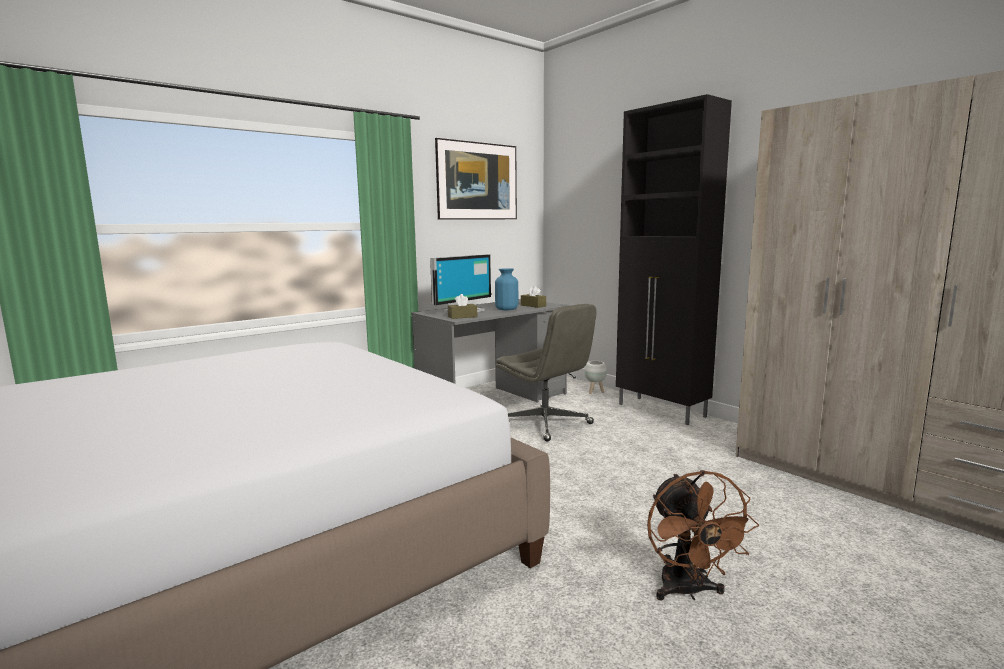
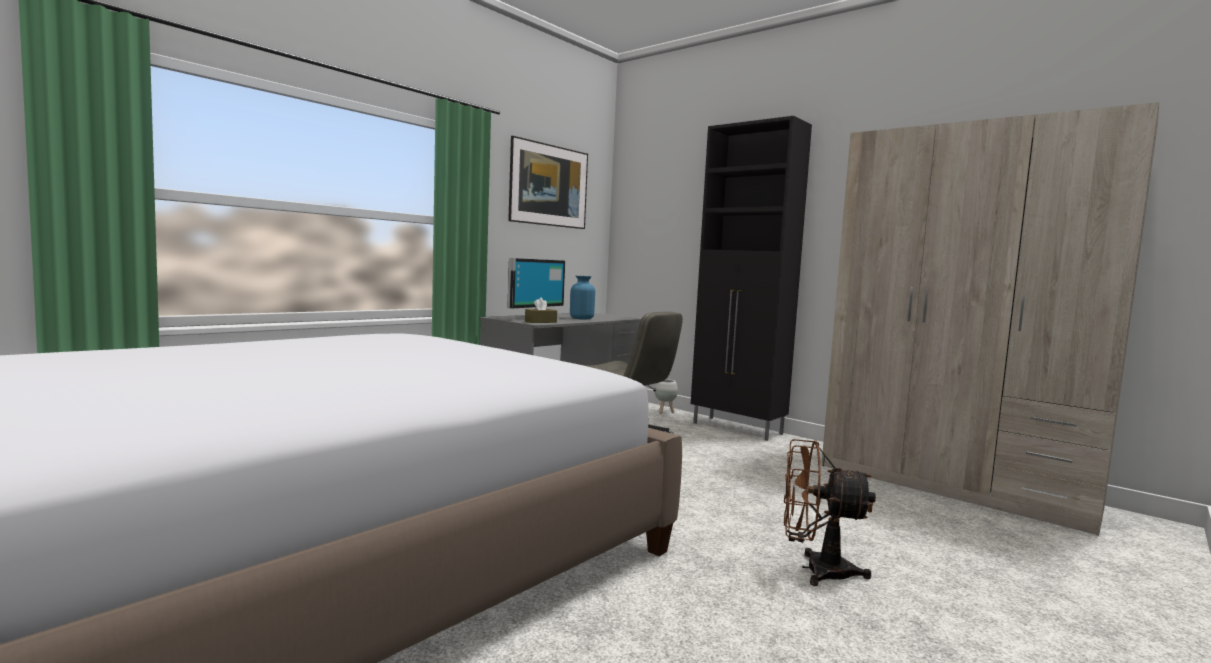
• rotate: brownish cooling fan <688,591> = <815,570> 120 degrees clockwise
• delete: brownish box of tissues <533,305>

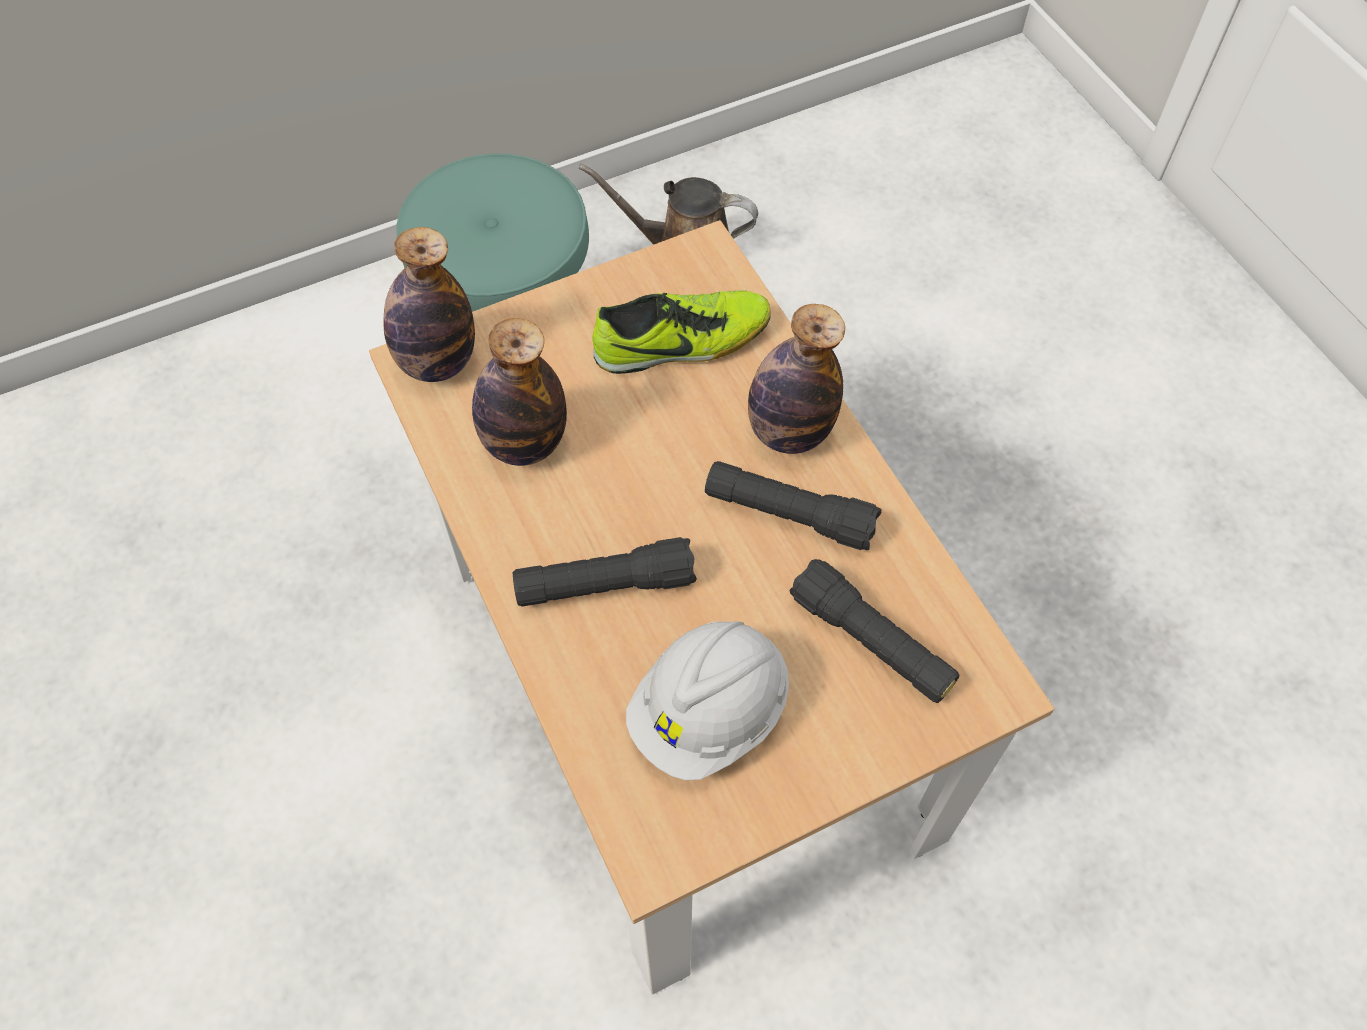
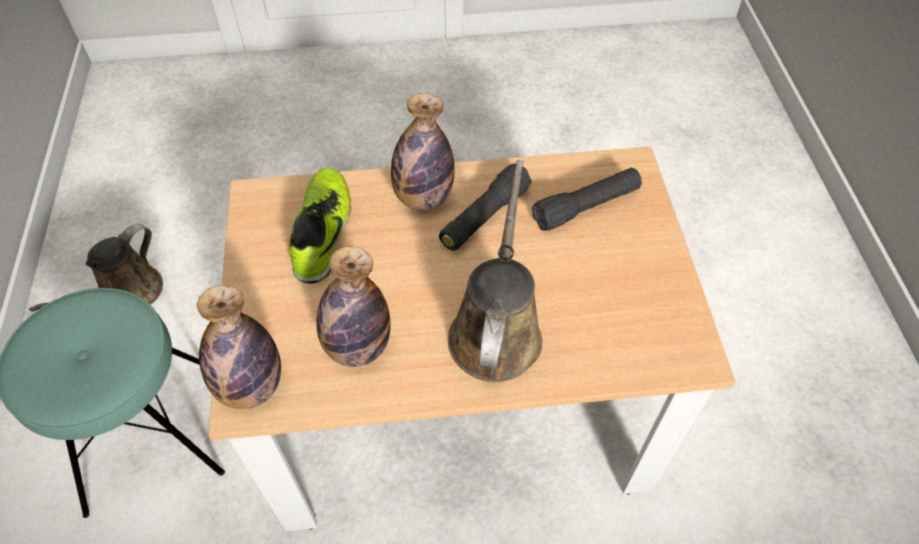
• replace: black-coloured hand torch <605,585> to brownish sprinkling can <496,330>
• delete: white-coloured safety helmet <709,713>

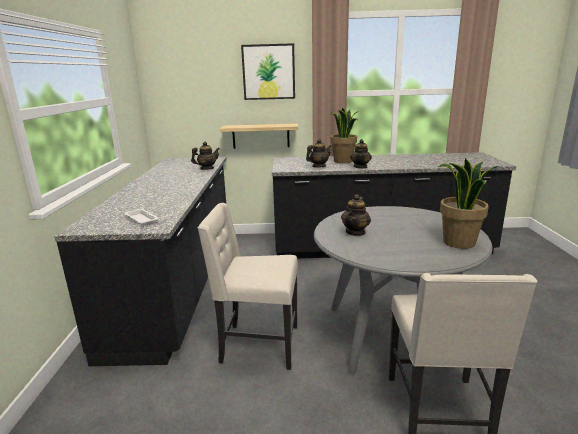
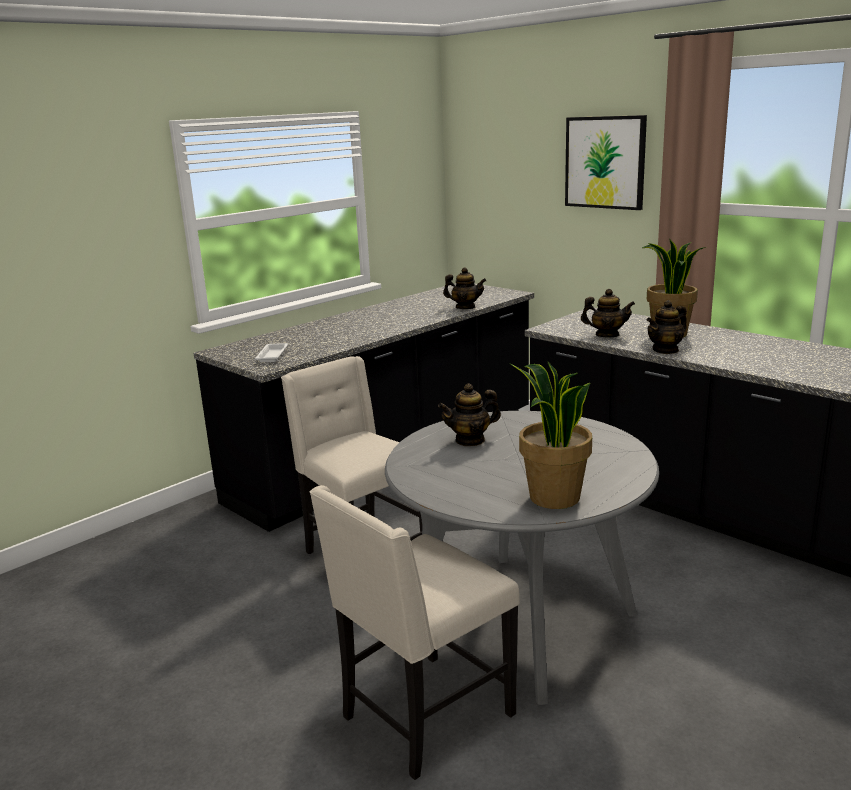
• delete: shelf <261,136>

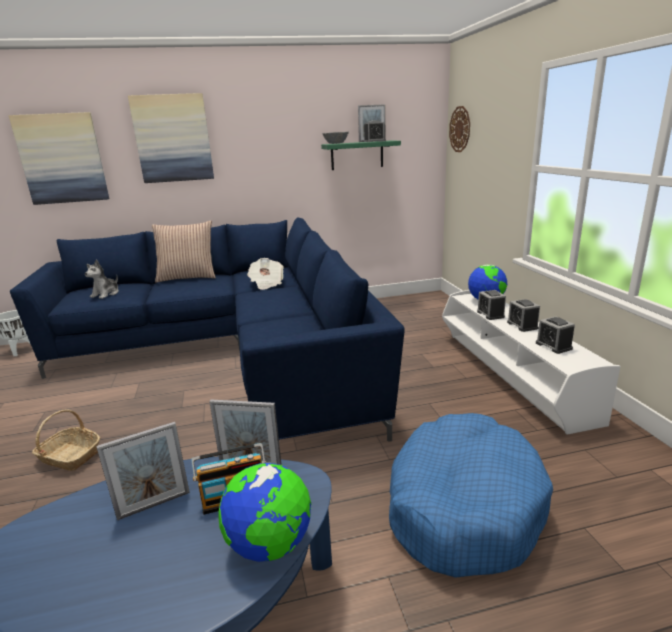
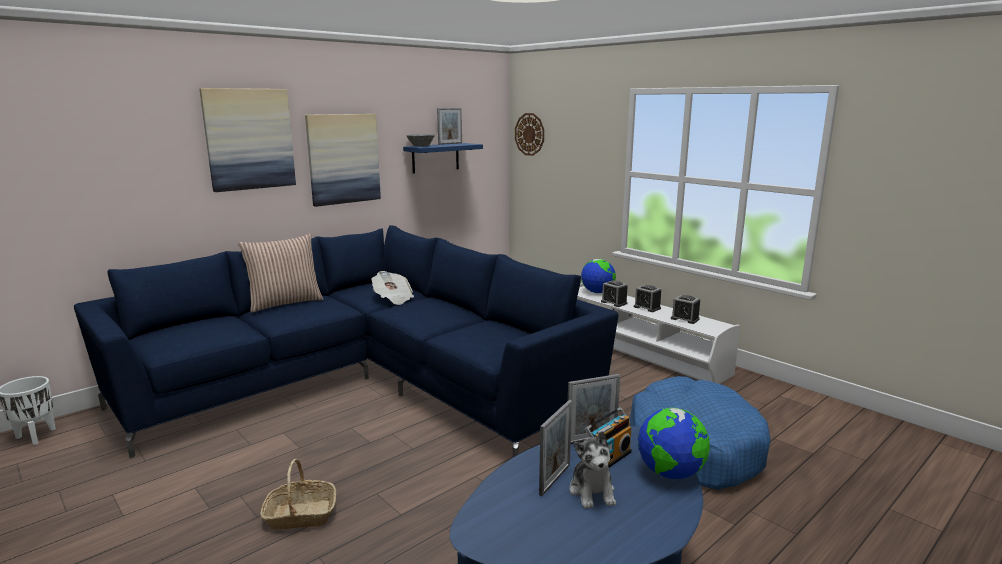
• move: wall art <62,159> to <343,159>
• recolor: greenish shelf <357,155> to bluish shelf <435,158>
• move: plush toy <106,294> to <592,491>
• delete: bedside clock <374,141>

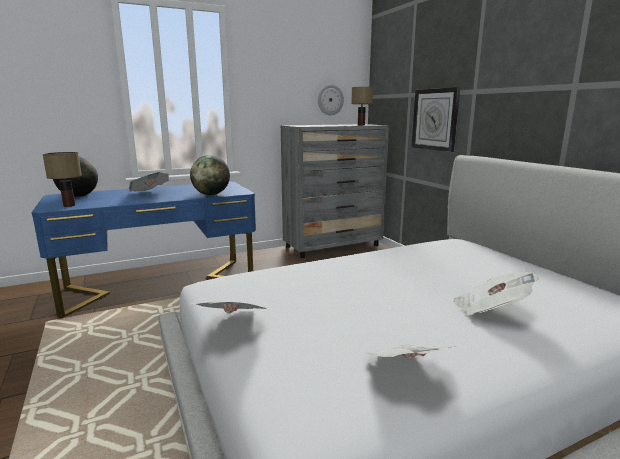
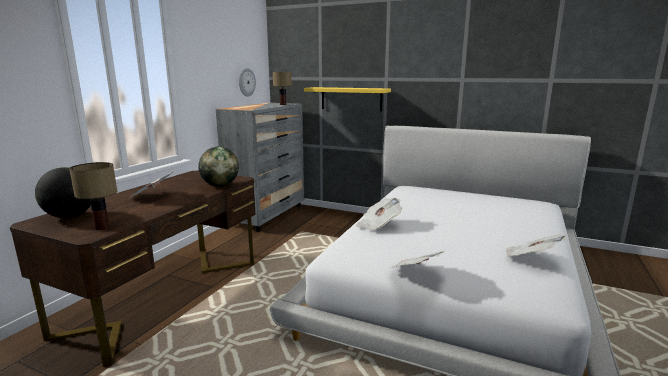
• recolor: bluish desk table <160,285> to brownish desk table <166,295>
• replace: wall clock <435,119> to yellow shelf <351,99>
• move: printed paper <490,309> to <378,225>

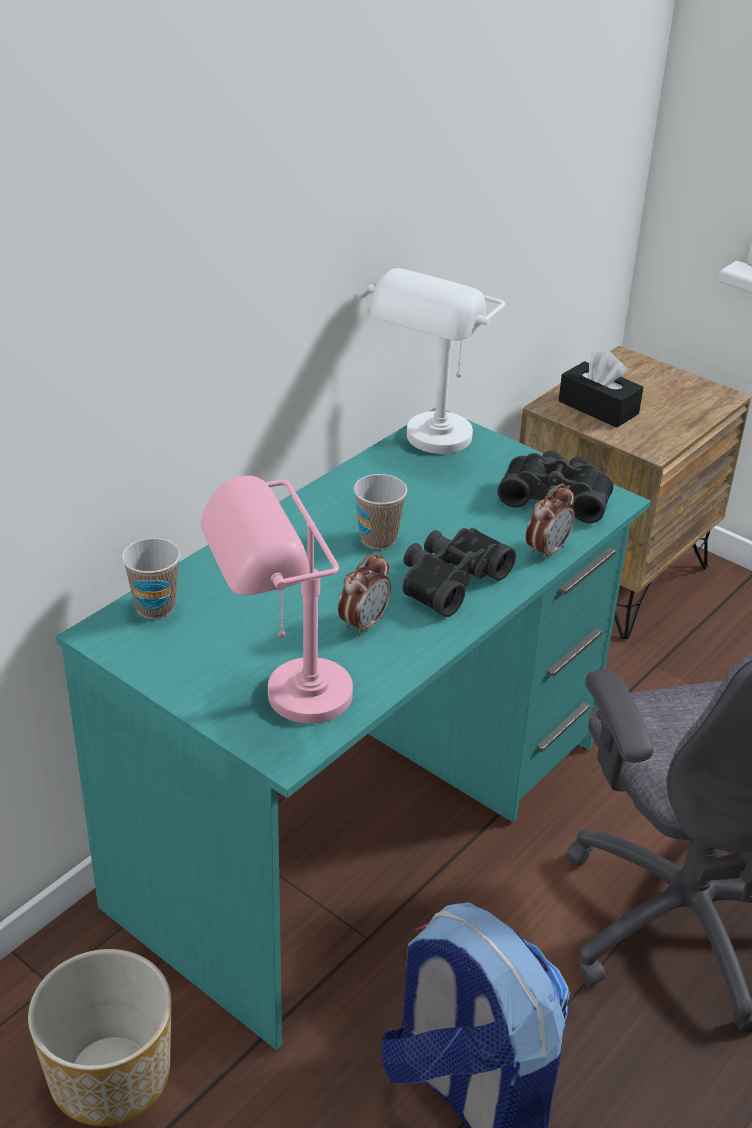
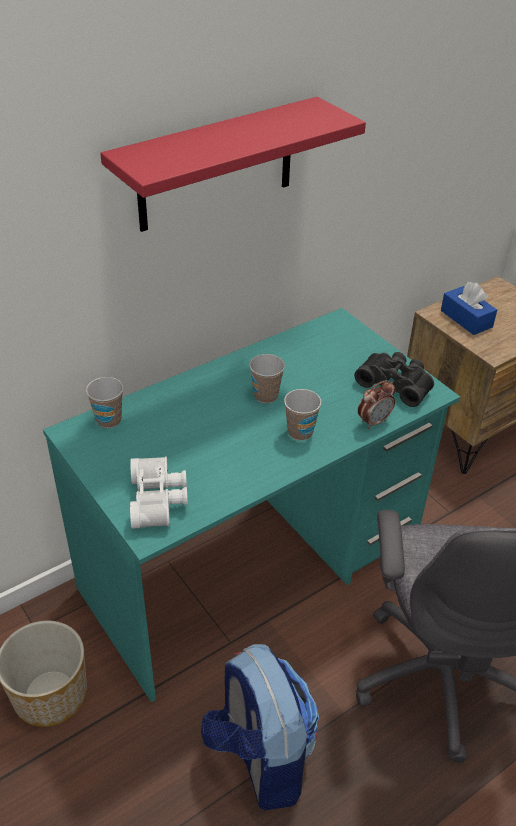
• insert: red-coloured shelf <216,165>
• replace: pink table lamp <282,703> to white-coloured pair of binoculars <159,499>
• replace: black-coloured pair of binoculars <449,580> to drinking cup <300,432>
• recolor: black-coloured box of tissues <598,407> to bluish box of tissues <466,319>
• delete: bedside clock <364,624>
• delete: white-coloured table lamp <430,447>

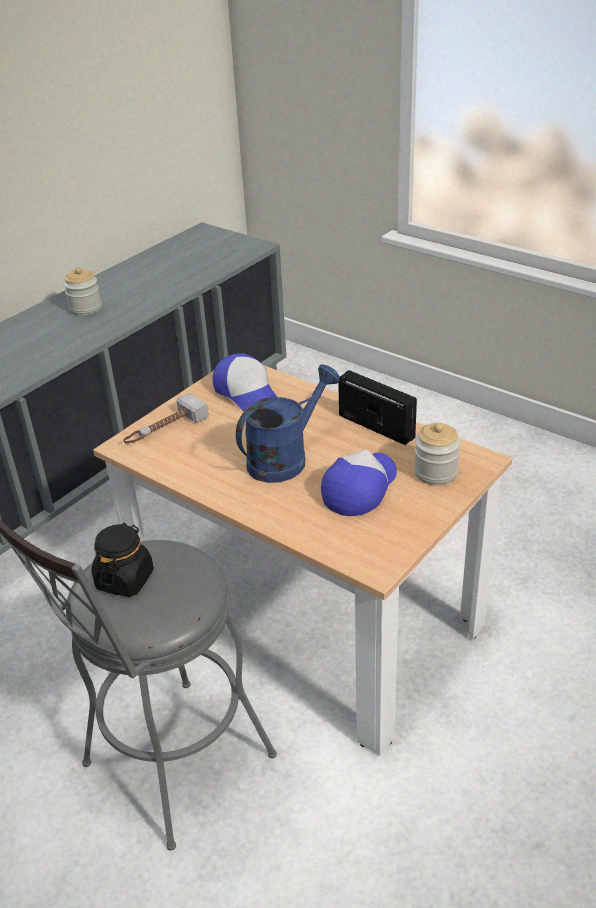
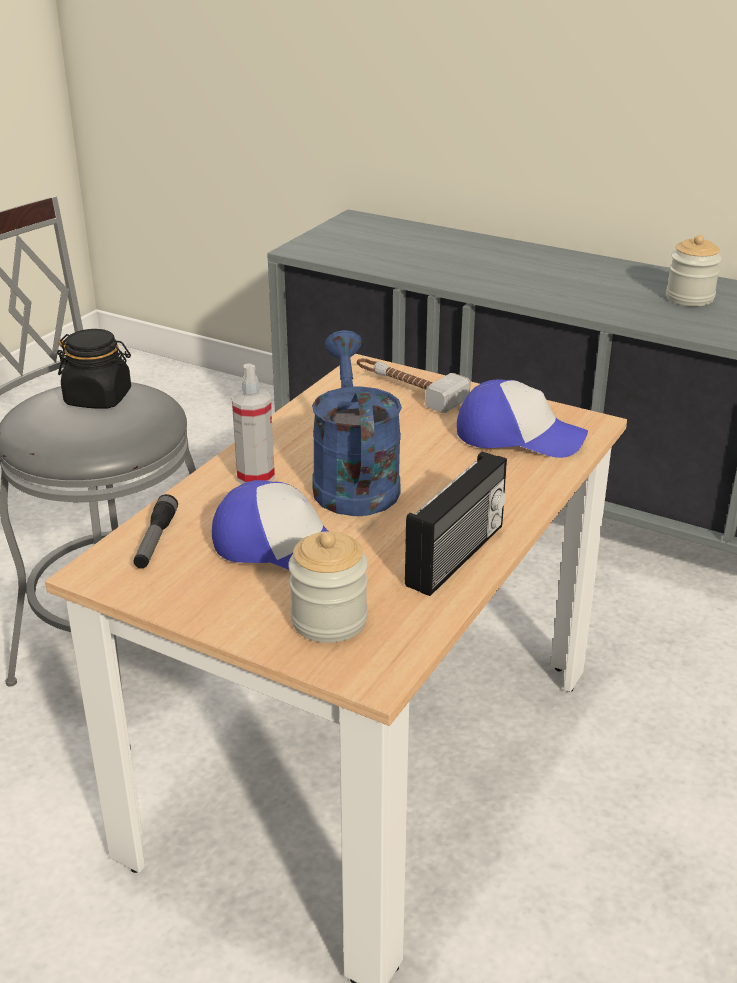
• insert: hand torch <155,541>
• insert: sprayer <255,477>
• rotate: bluish sprinkling can <285,458> = <353,480> 135 degrees counterclockwise
• rotate: baseball cap <247,393> = <518,436> 120 degrees counterclockwise

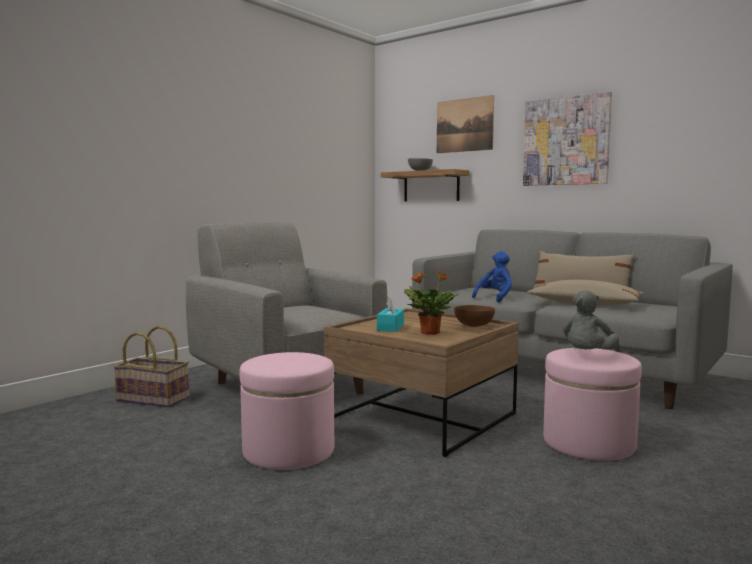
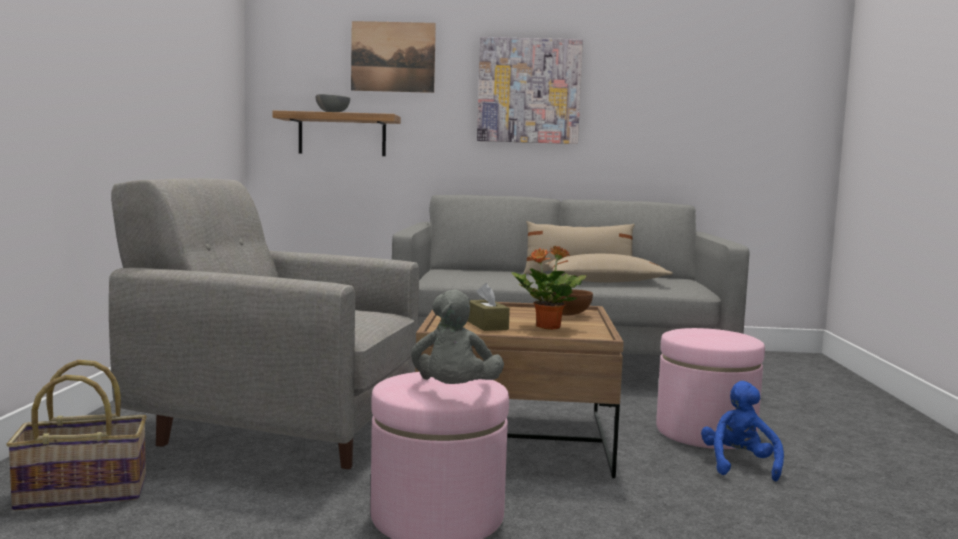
• move: gray plush toy <588,356> to <454,393>
• recolor: turquoise box of tissues <390,327> to brownish box of tissues <487,325>
• move: bluish plush toy <495,298> to <739,465>

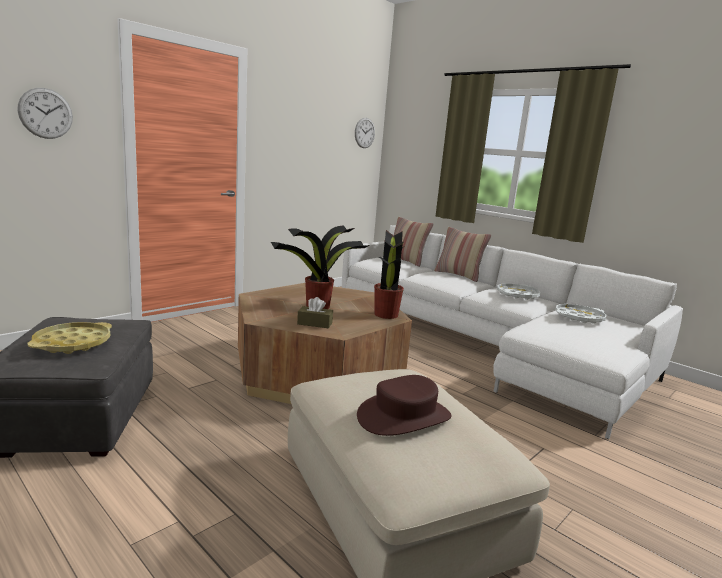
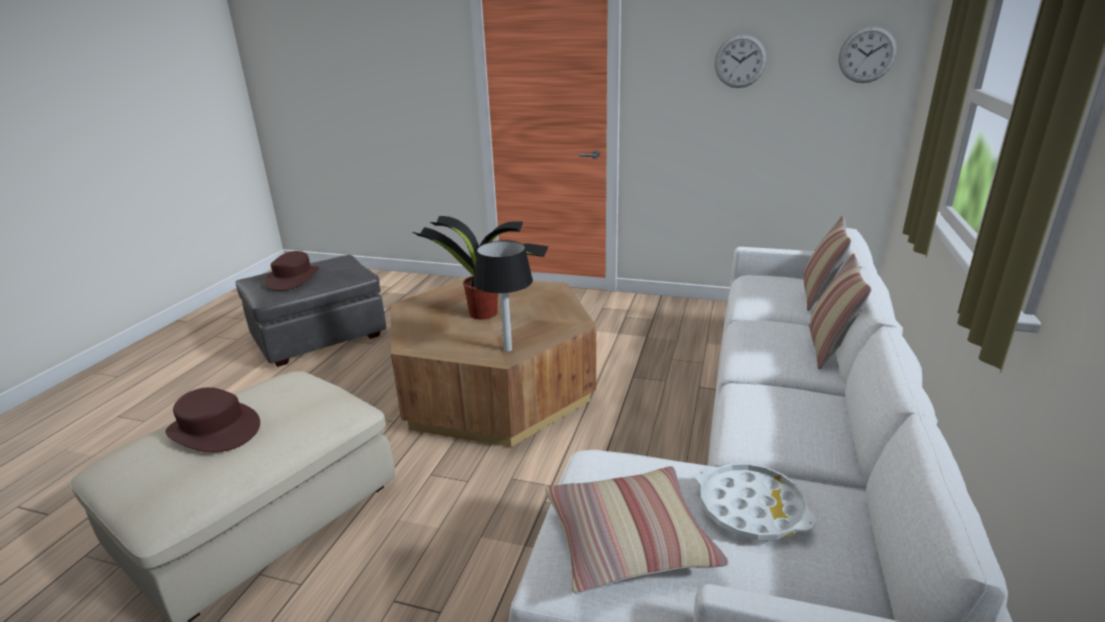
• replace: yellow tray <73,343> to brownish hat <293,278>
• replace: potted plant <386,314> to table lamp <507,350>
• insert: throw pillow <628,539>
• move: wall clock <45,113> to <740,61>
• delete: brownish box of tissues <314,323>
• delete: white-coloured tray <517,295>

